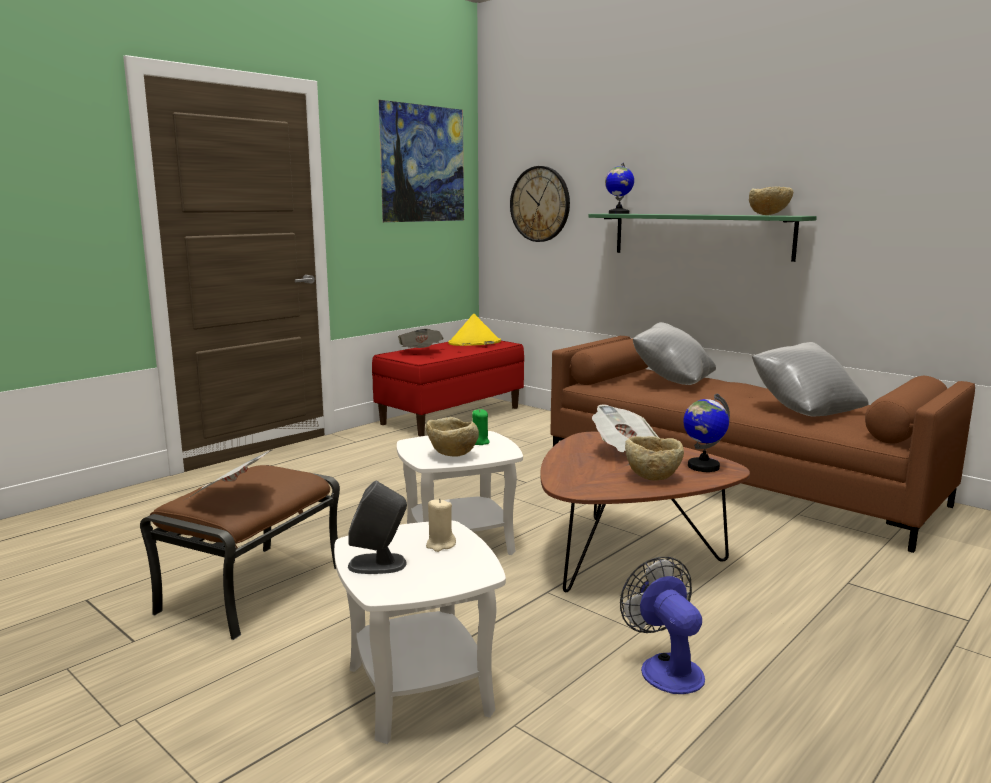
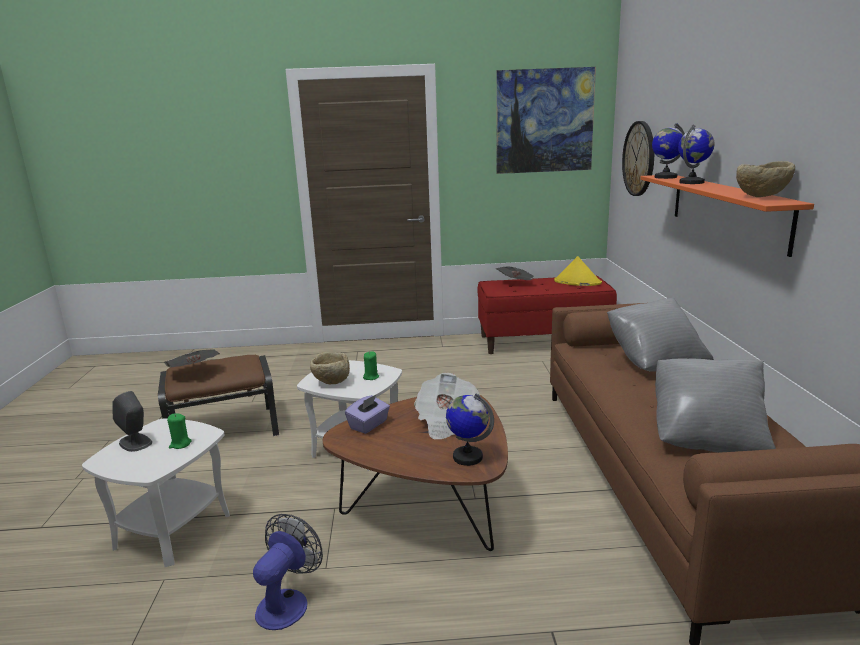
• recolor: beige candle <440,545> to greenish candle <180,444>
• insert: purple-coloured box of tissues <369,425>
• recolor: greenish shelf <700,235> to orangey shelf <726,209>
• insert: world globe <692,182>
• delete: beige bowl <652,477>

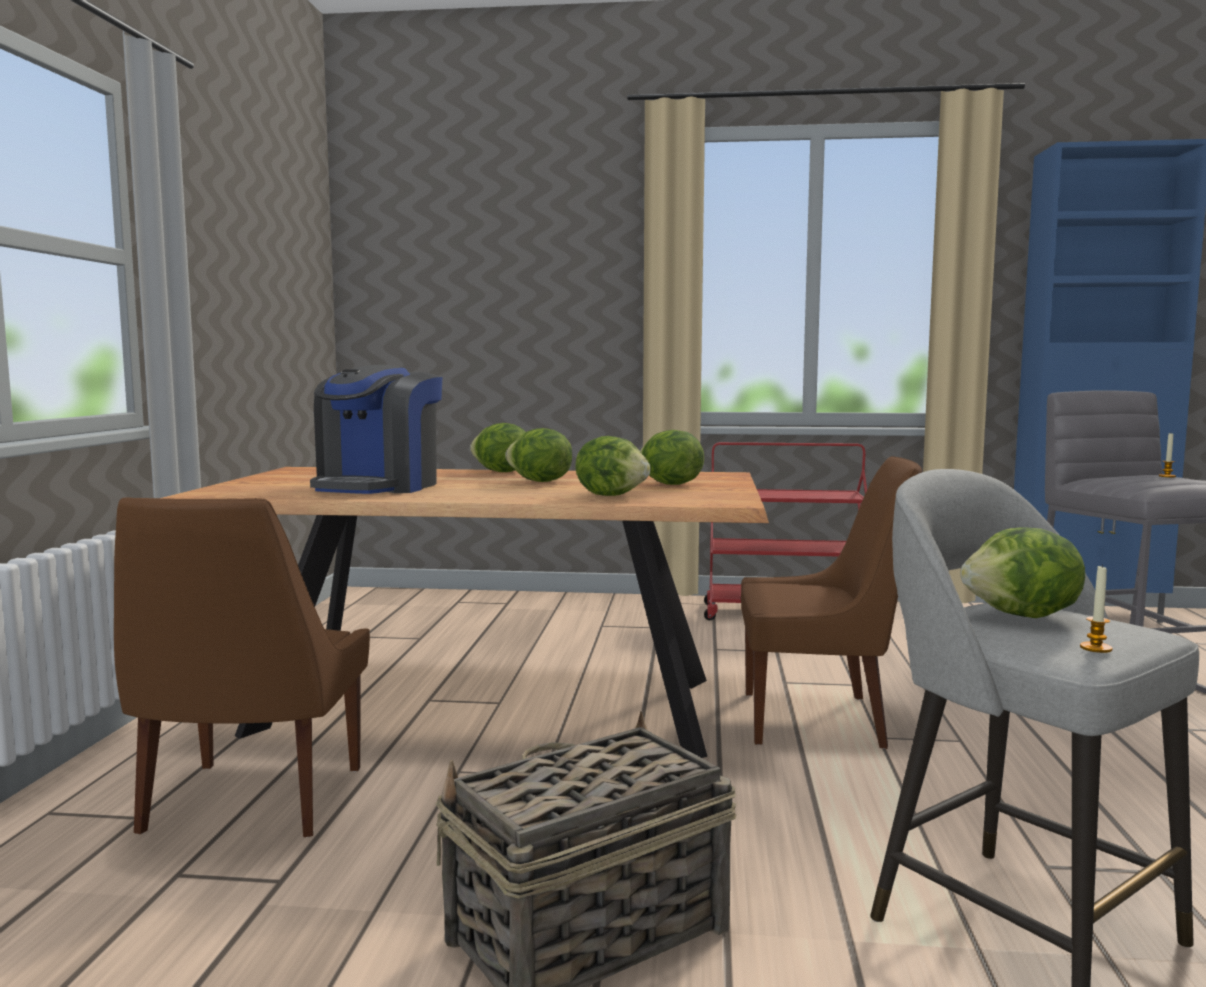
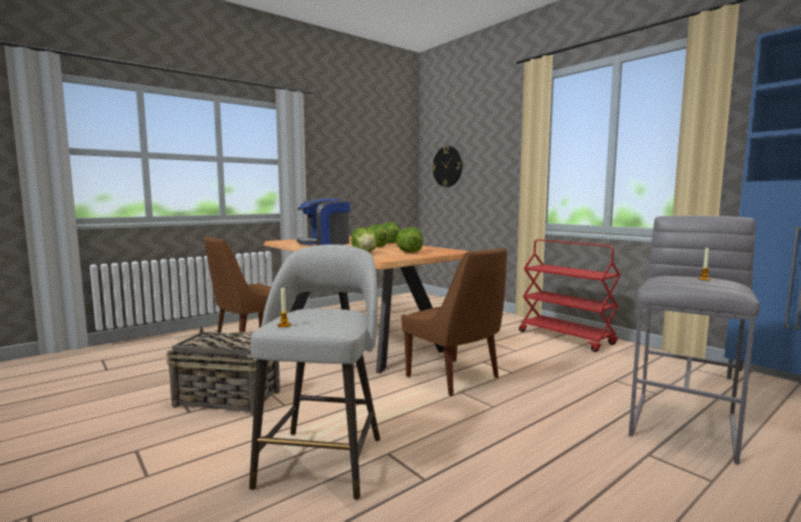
• insert: wall clock <447,166>
• delete: lettuce head <1023,616>

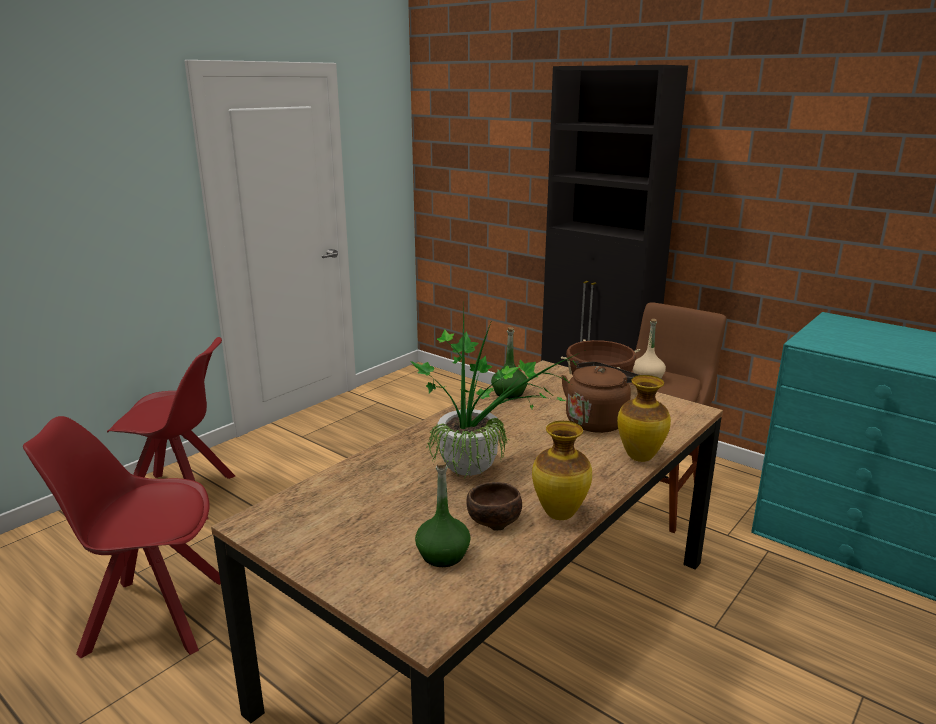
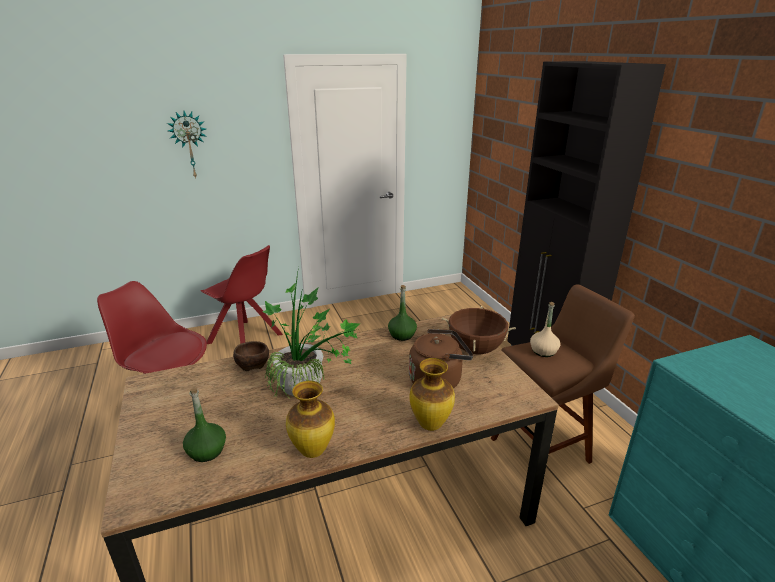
• insert: wall clock <189,145>
• move: brownish bowl <492,519> to <252,363>

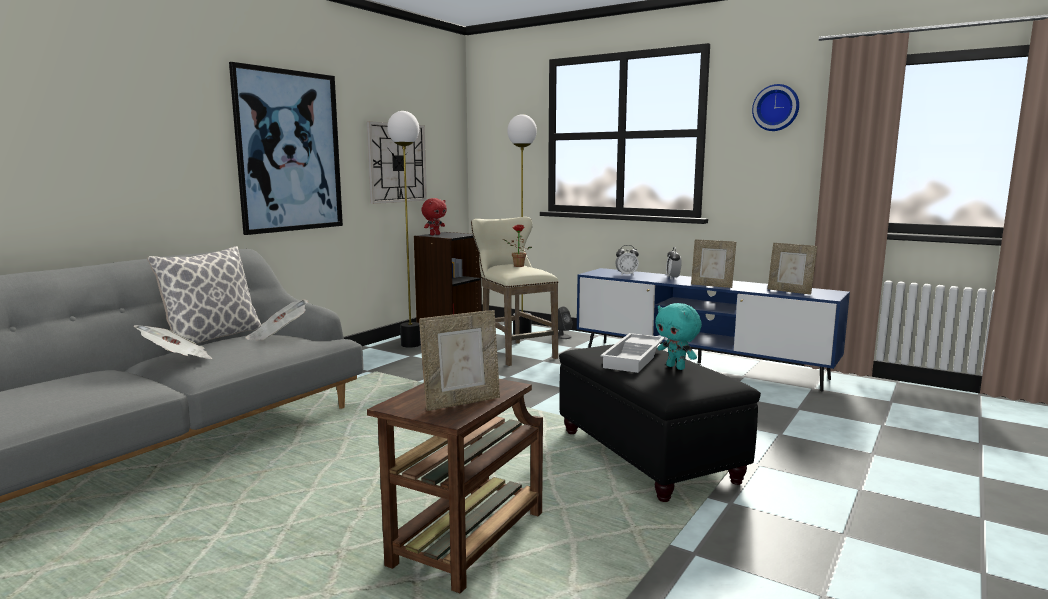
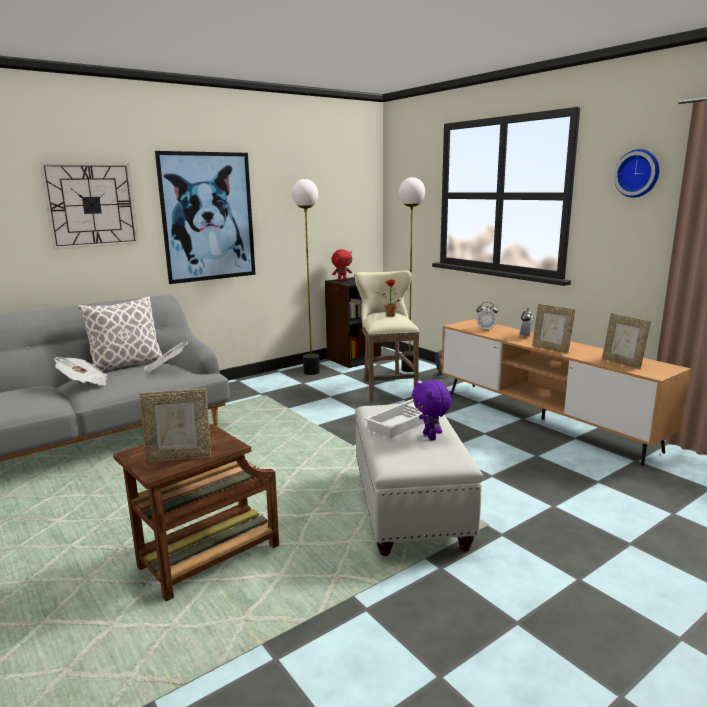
• move: wall clock <397,163> to <91,205>
• recolor: black-coloured pouffe <648,456> to white-coloured pouffe <410,508>
• recolor: turquoise plush toy <676,367> to purple-coloured plush toy <430,437>
• recolor: bluish tv stand <699,364> to brownish tv stand <542,419>

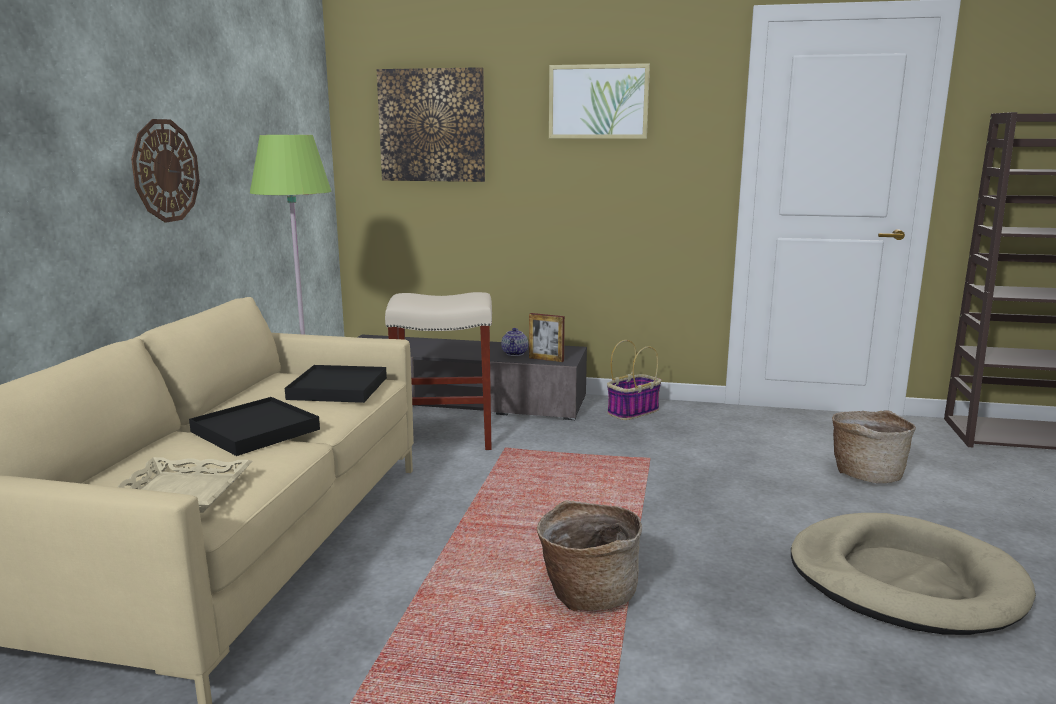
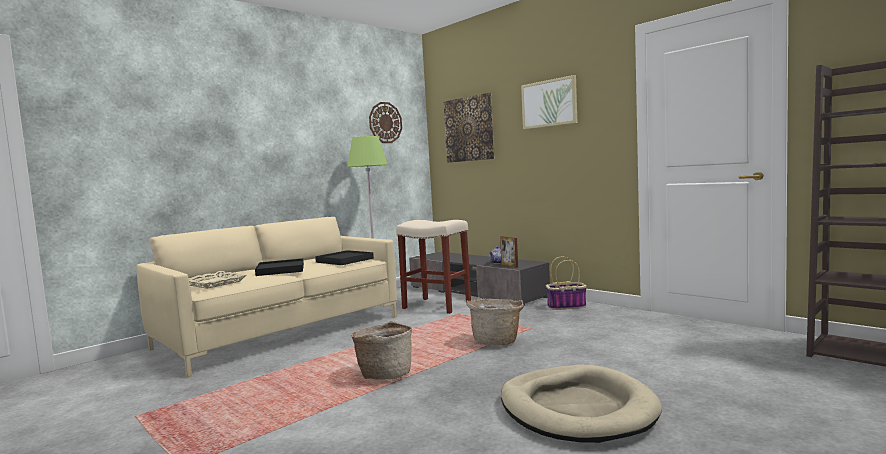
• move: wall clock <165,171> to <385,122>
• move: basket <866,474> to <497,341>

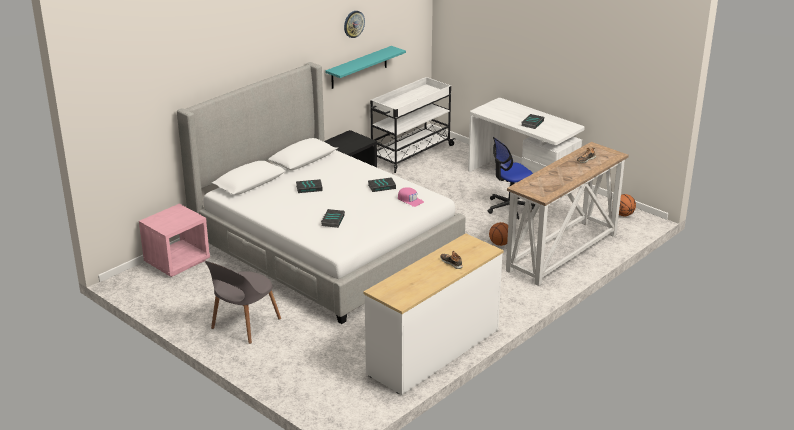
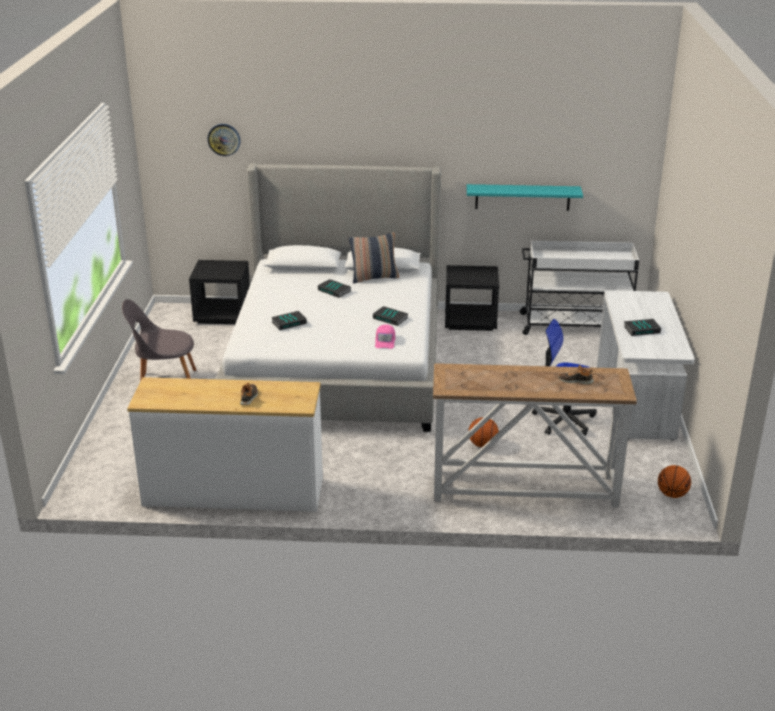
• recolor: pink nightstand <177,261> to black-coloured nightstand <223,315>
• move: wall clock <353,24> to <224,139>
• insert: throw pillow <374,278>

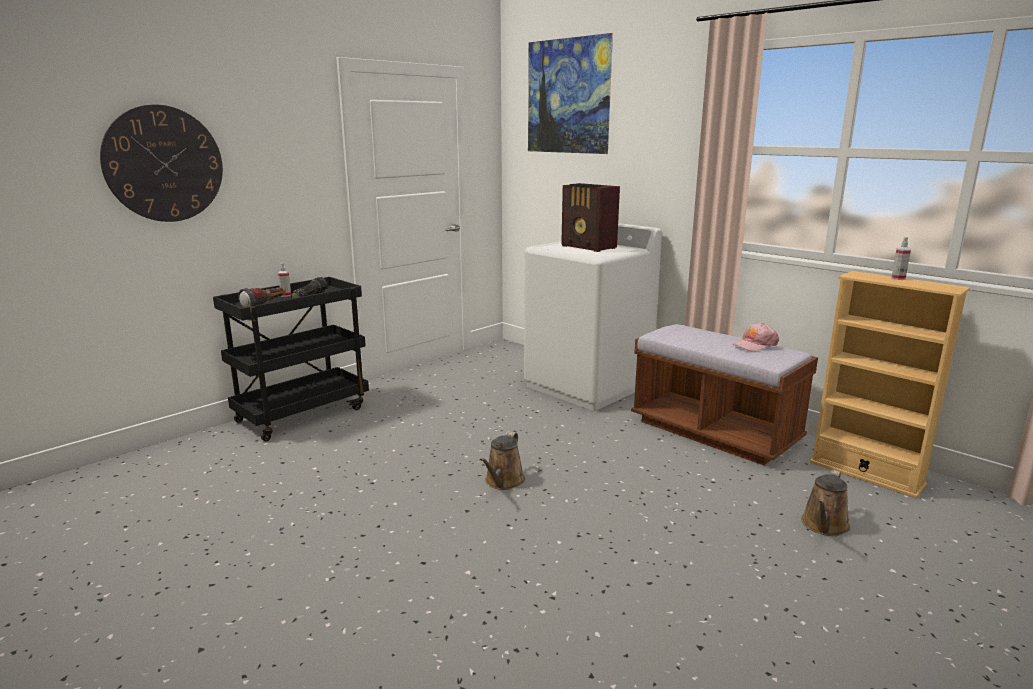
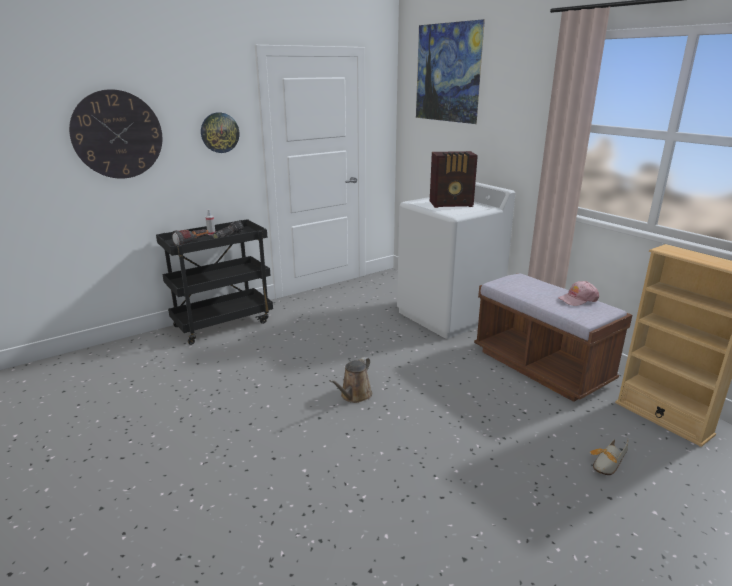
• insert: wall clock <219,132>
• rotate: radio receiver <589,247> = <452,204> 60 degrees counterclockwise
• replace: brownish sprinkling can <824,526> to shoe <607,463>
• delete: sprayer <898,278>

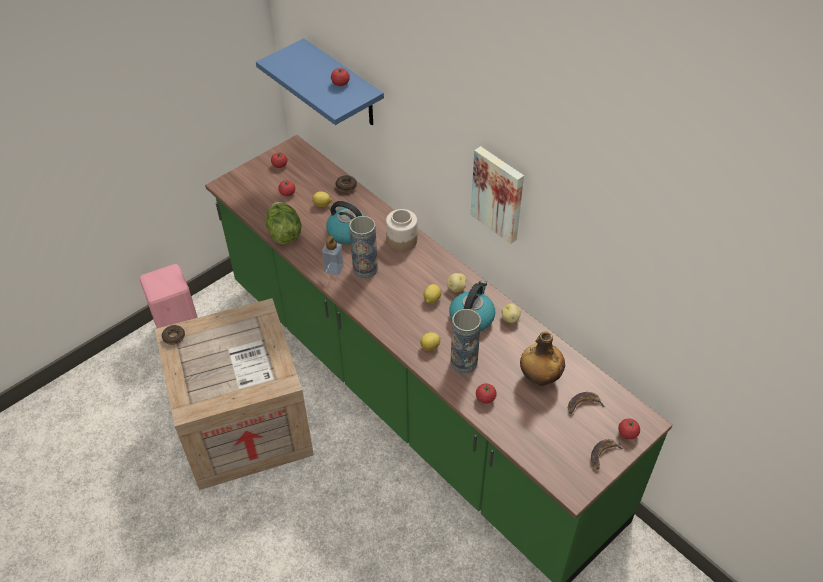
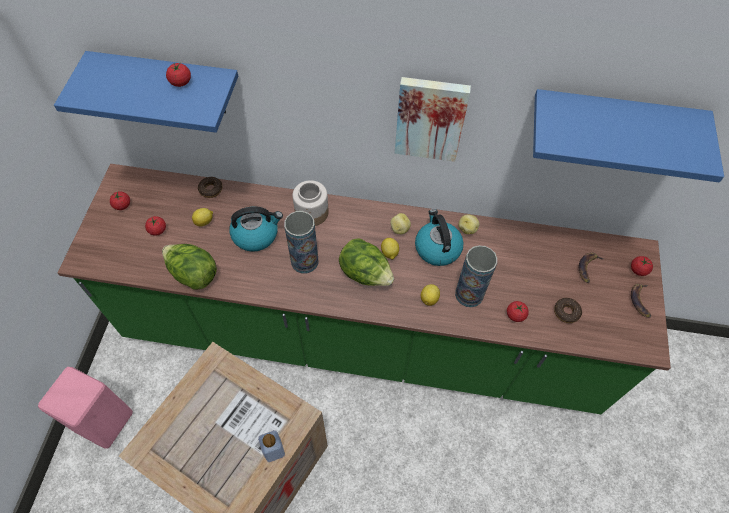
• move: soap bottle <334,269> to <274,450>
• insert: lettuce head <365,274>
• insert: bluish shelf <611,123>
• move: donut <174,337> to <566,312>
• delete: beverage bottle <539,377>

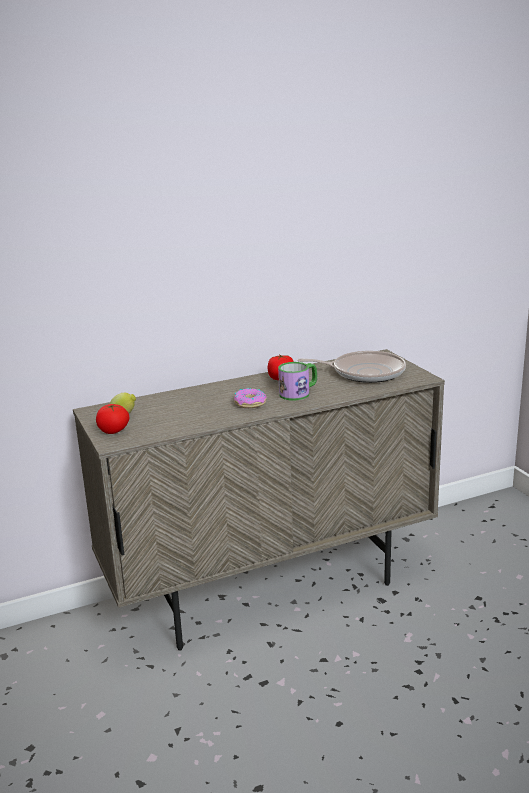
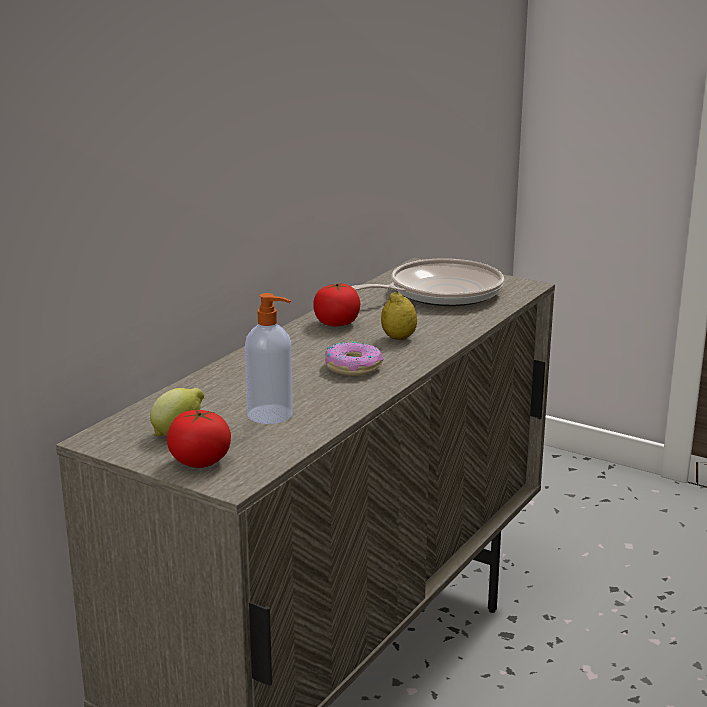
• insert: soap bottle <271,415>
• replace: mug <299,393> to whole lemon <398,338>

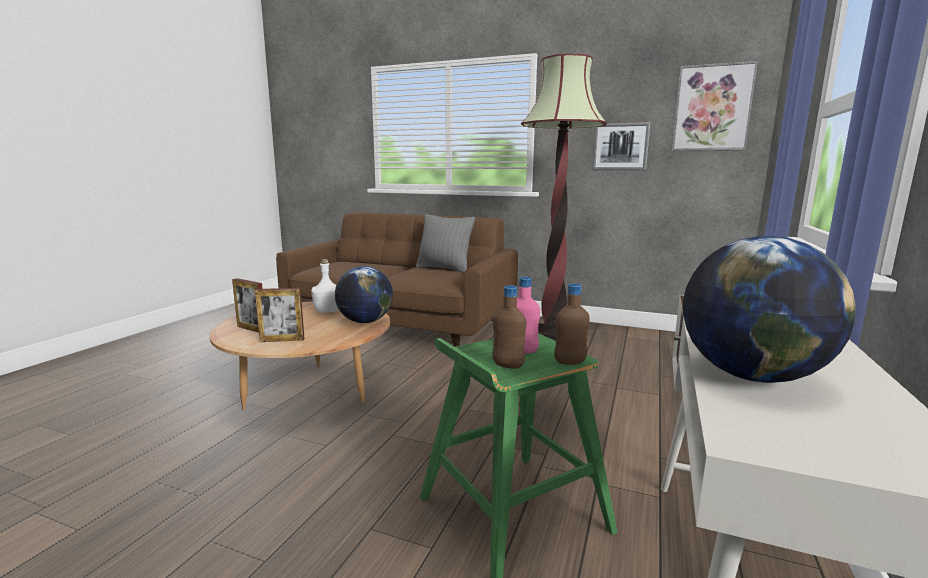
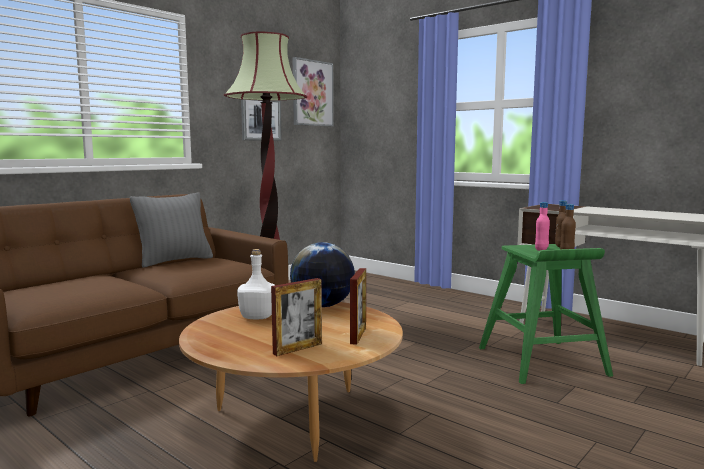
• delete: world globe <750,376>

